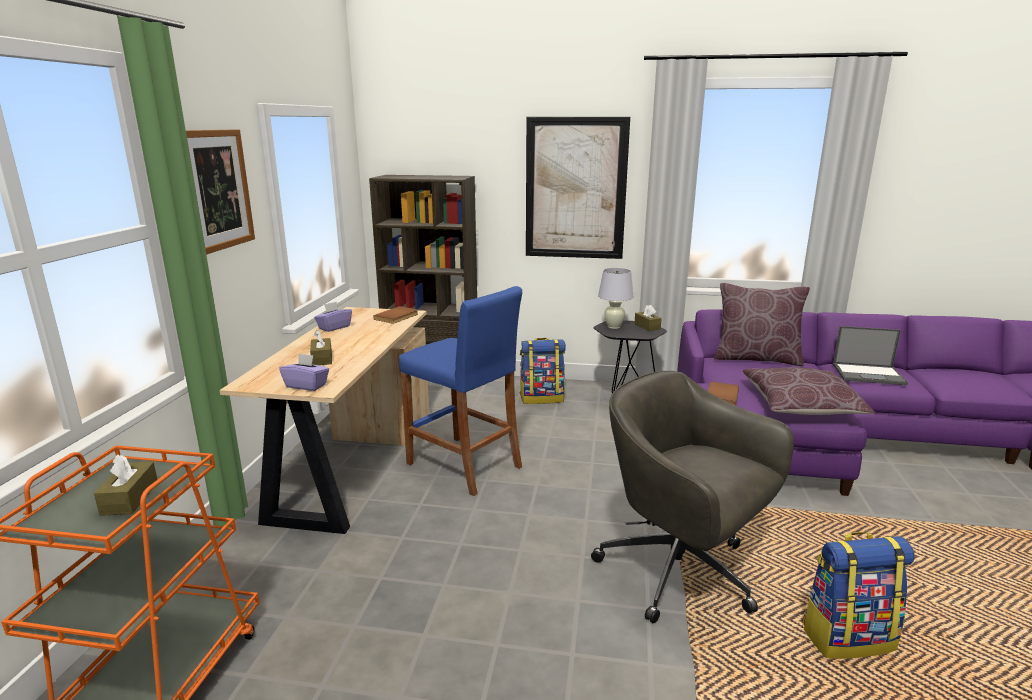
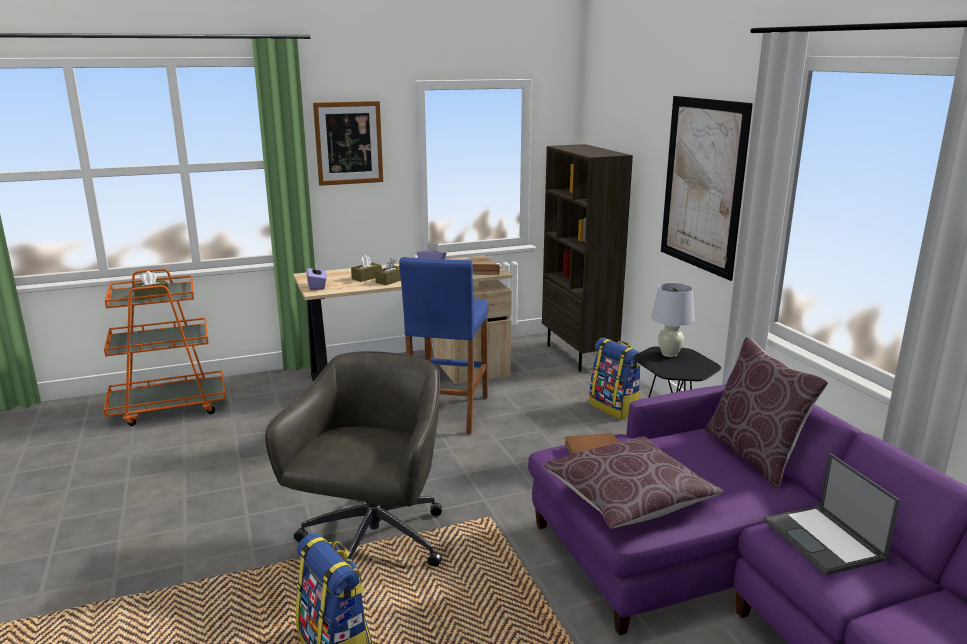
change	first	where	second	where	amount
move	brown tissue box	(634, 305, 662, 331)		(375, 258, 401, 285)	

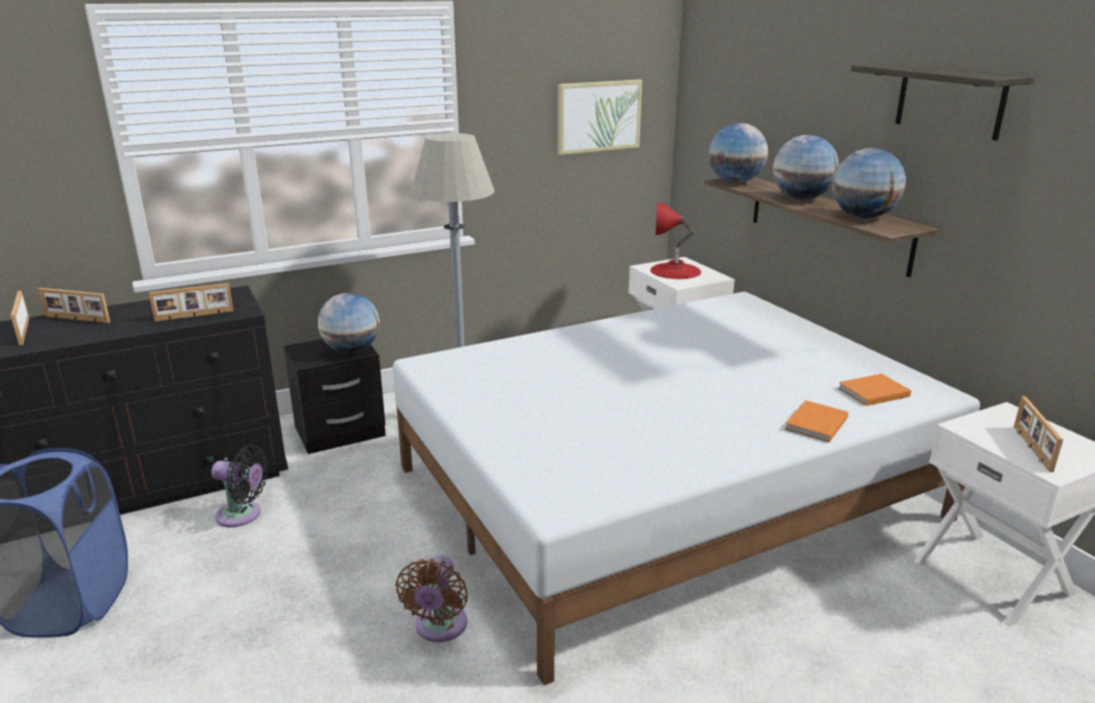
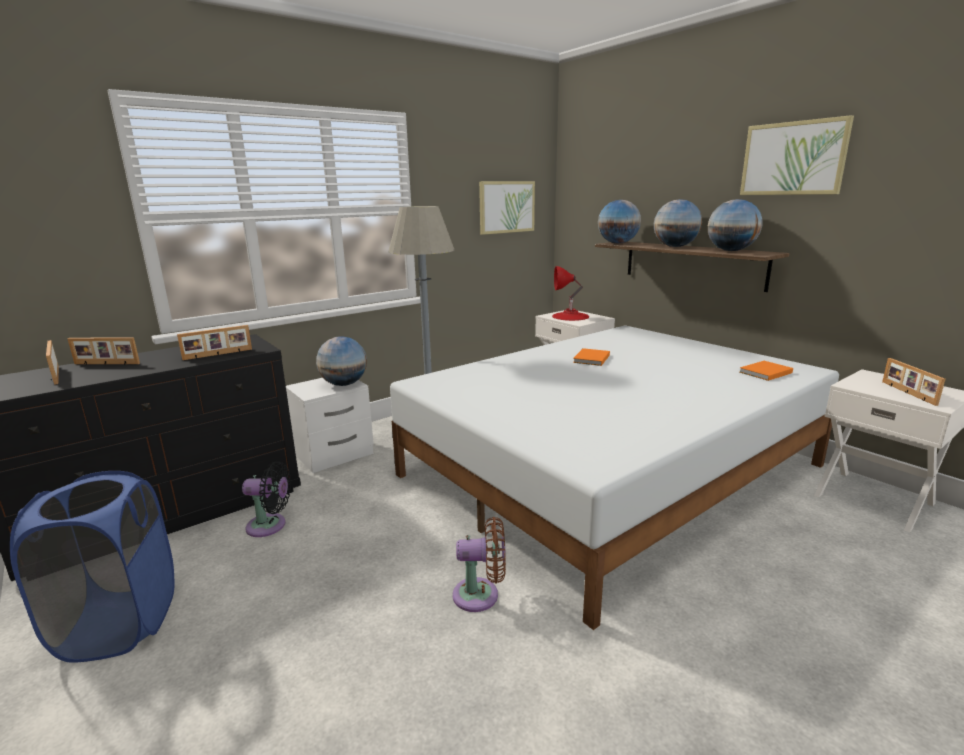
change	first	where	second	where	amount
recolor	black nightstand	(284, 339, 386, 454)	white nightstand	(286, 378, 374, 473)	
rotate	brown fan	(396, 555, 468, 642)		(453, 517, 506, 612)	90 degrees counterclockwise
move	orange book	(785, 400, 848, 442)		(573, 348, 610, 366)	
replace	shelf	(851, 63, 1034, 141)	picture	(740, 115, 854, 195)	

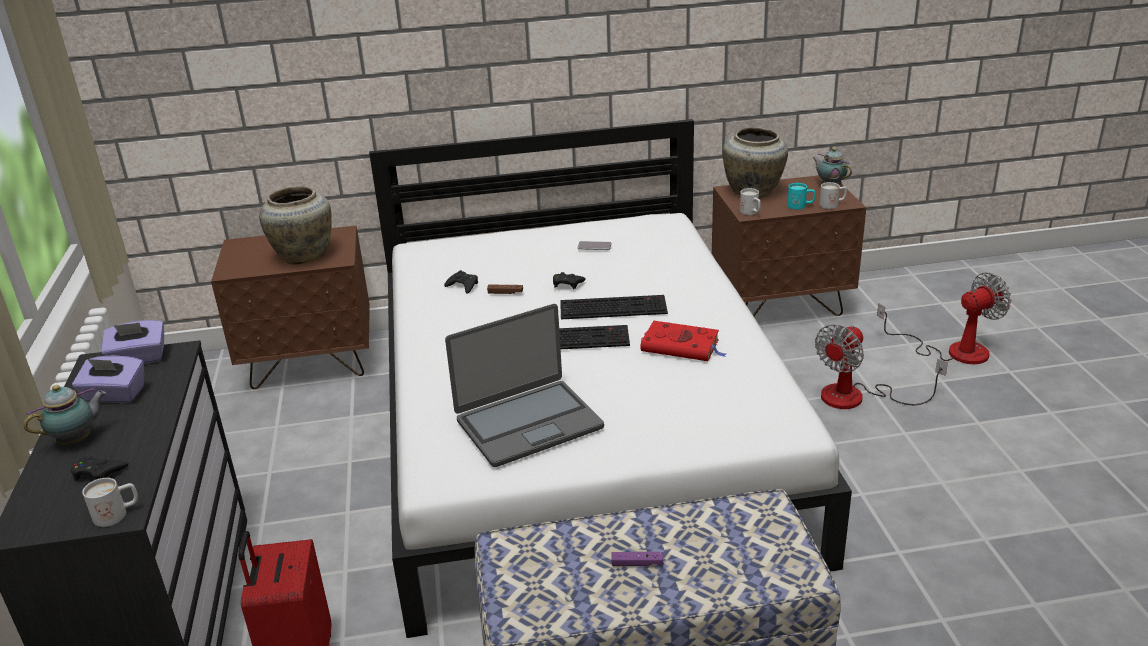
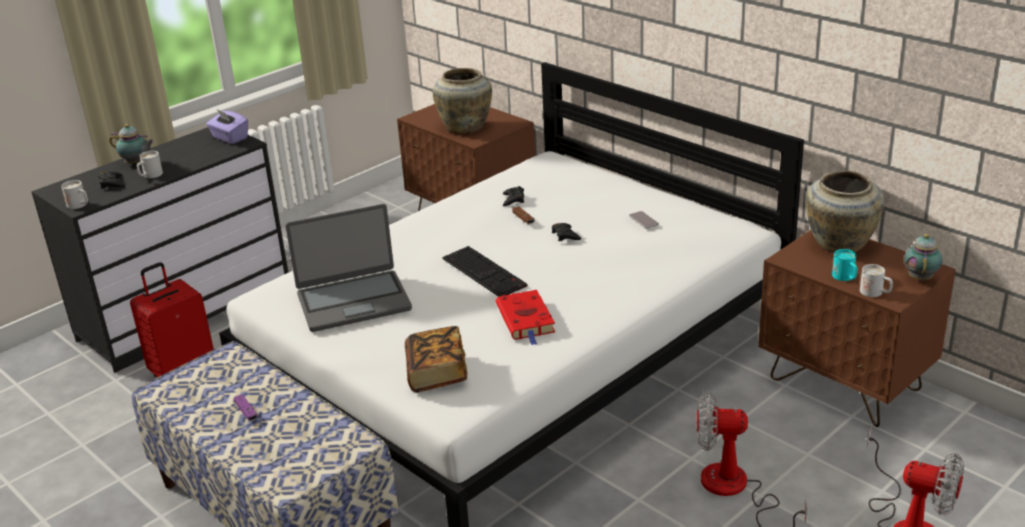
change	first	where	second	where	amount
delete	purple tissue box	(72, 355, 144, 403)			
rotate	laptop	(445, 304, 604, 467)		(286, 204, 412, 332)	45 degrees counterclockwise
delete	keyboard	(560, 295, 668, 319)			
move	white mug	(740, 188, 761, 215)		(137, 151, 163, 178)	
insert			book	(405, 326, 468, 393)	

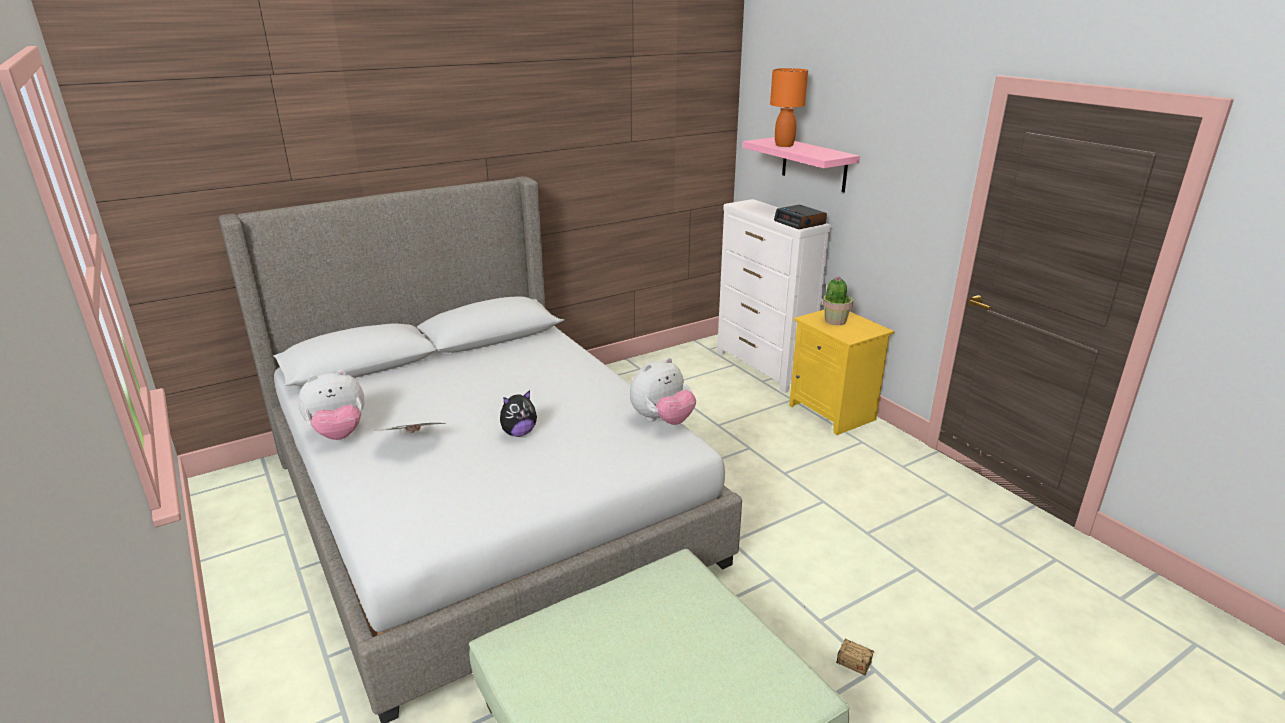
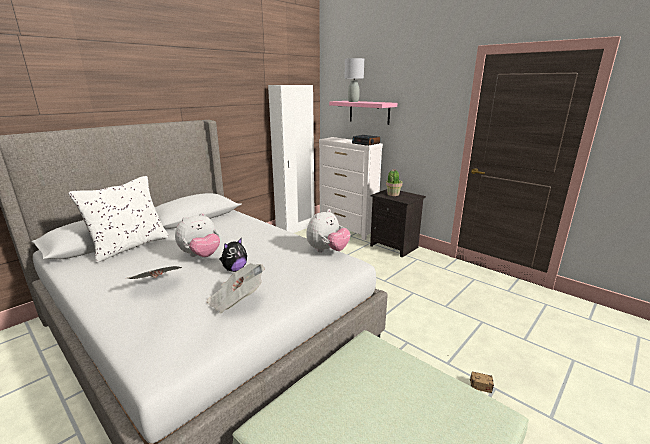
change	first	where	second	where	amount
move	plush toy	(298, 370, 364, 440)		(175, 213, 220, 257)	
recolor	orange table lamp	(770, 68, 808, 147)	grey table lamp	(345, 58, 364, 102)	
recolor	yellow nightstand	(789, 310, 894, 435)	black nightstand	(370, 189, 426, 258)	
insert			white pillow	(68, 176, 169, 263)	
insert			newspaper	(207, 263, 265, 313)	
insert			white wardrobe	(268, 85, 315, 233)	

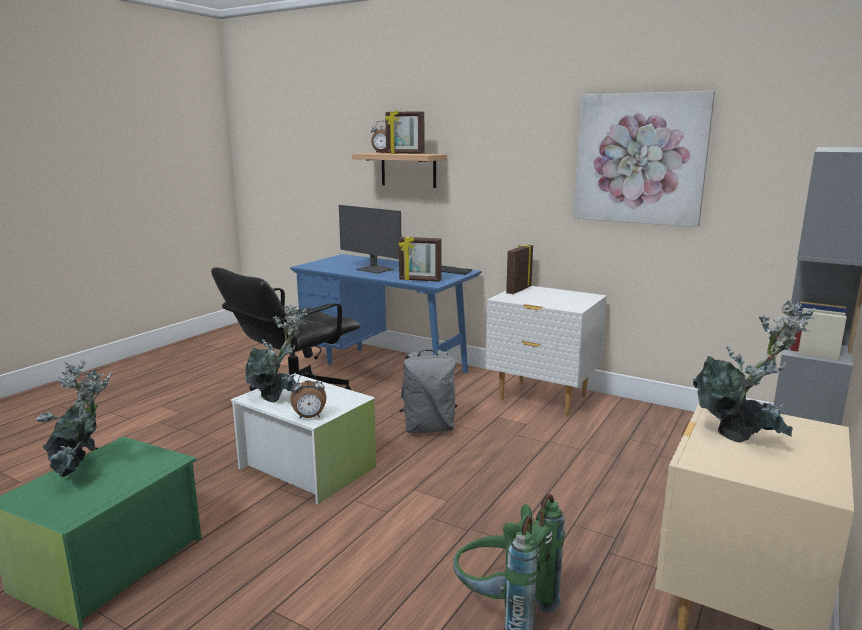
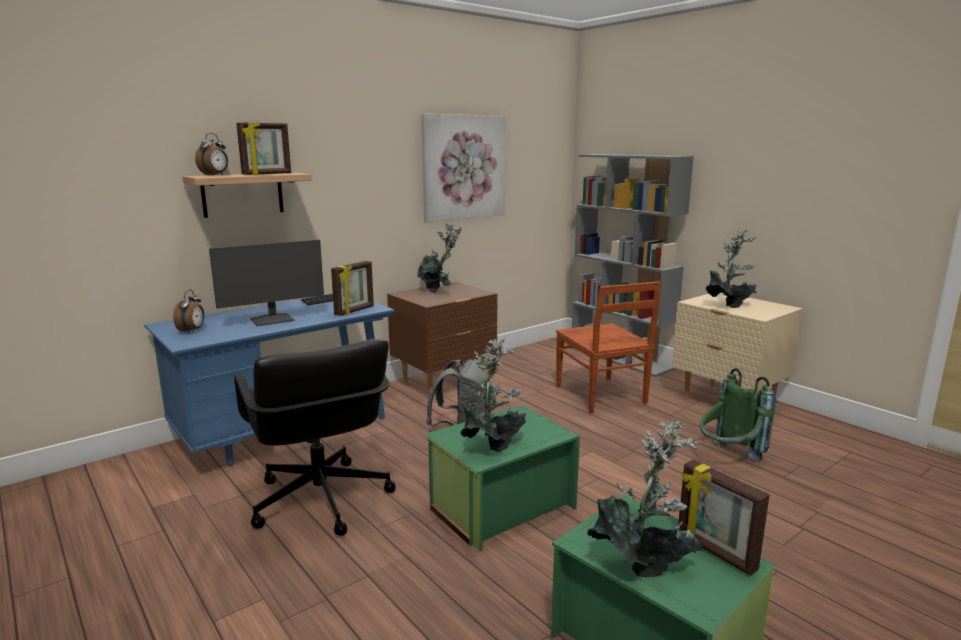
change	first	where	second	where	amount
recolor	white storage box	(231, 374, 376, 504)	green storage box	(425, 405, 580, 551)	
move	alarm clock	(290, 373, 326, 419)		(173, 290, 204, 334)	
recolor	white nightstand	(486, 286, 607, 415)	brown nightstand	(387, 282, 498, 395)	
move	picture frame	(506, 245, 533, 294)		(678, 460, 770, 576)	
insert			potted plant	(417, 224, 461, 293)	
insert			brown chair	(556, 281, 661, 413)	

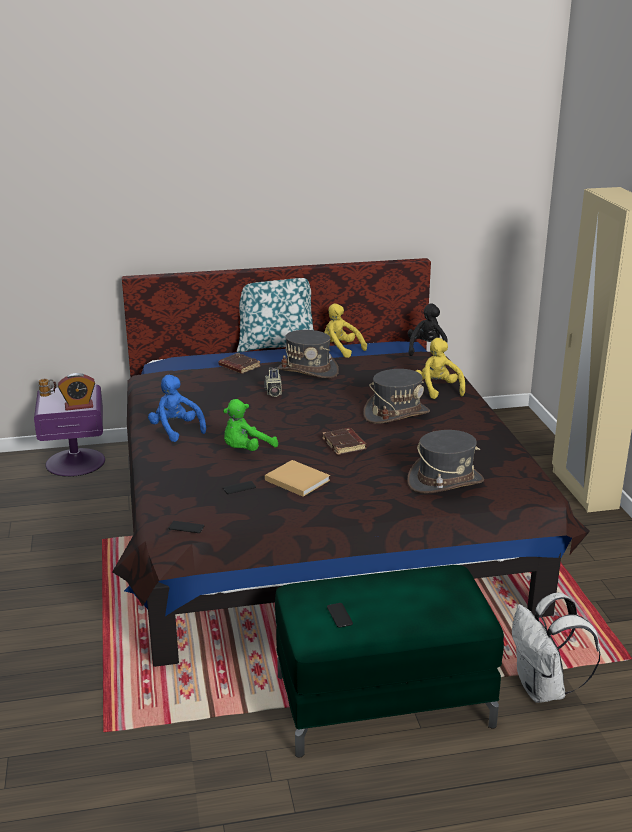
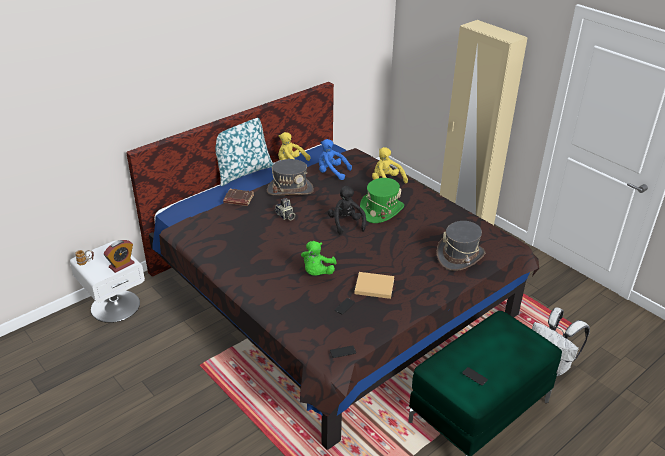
change	first	where	second	where	amount
recolor	purple nightstand	(34, 385, 105, 477)	white nightstand	(70, 240, 145, 323)	
move	blue plush toy	(148, 375, 206, 442)		(319, 139, 352, 180)	
delete	brown book	(322, 428, 367, 455)			
recolor	grey hat	(363, 369, 430, 424)	green hat	(360, 178, 404, 223)	
move	black plush toy	(408, 303, 447, 356)		(328, 186, 366, 235)	

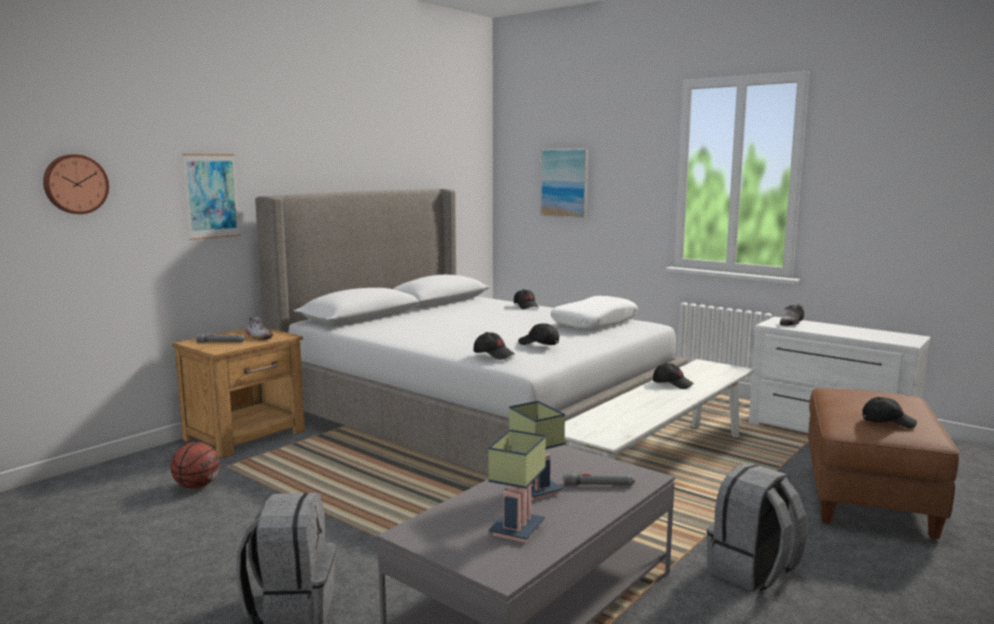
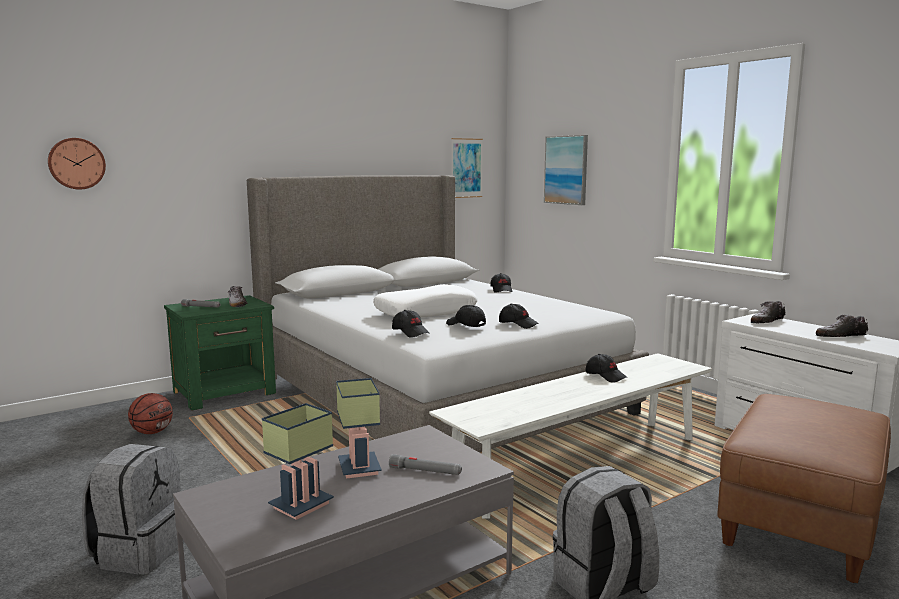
change	first	where	second	where	amount
recolor	brown nightstand	(172, 328, 305, 458)	green nightstand	(164, 295, 276, 411)	
move	picture	(183, 154, 240, 240)		(451, 138, 483, 198)	
move	white pillow	(551, 296, 638, 329)		(373, 284, 477, 317)	
move	black cap	(862, 397, 917, 428)		(499, 303, 539, 329)	
insert			shoe	(816, 315, 868, 337)	

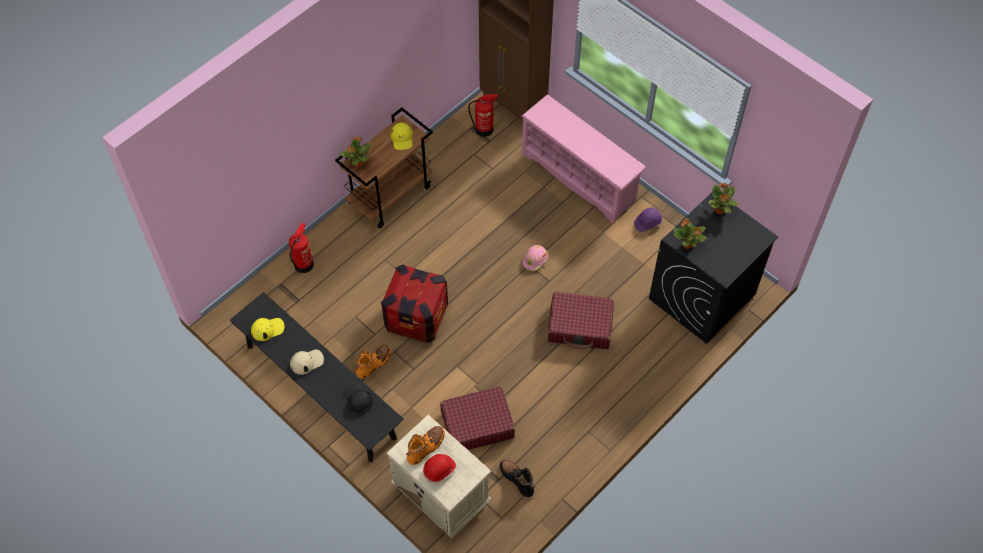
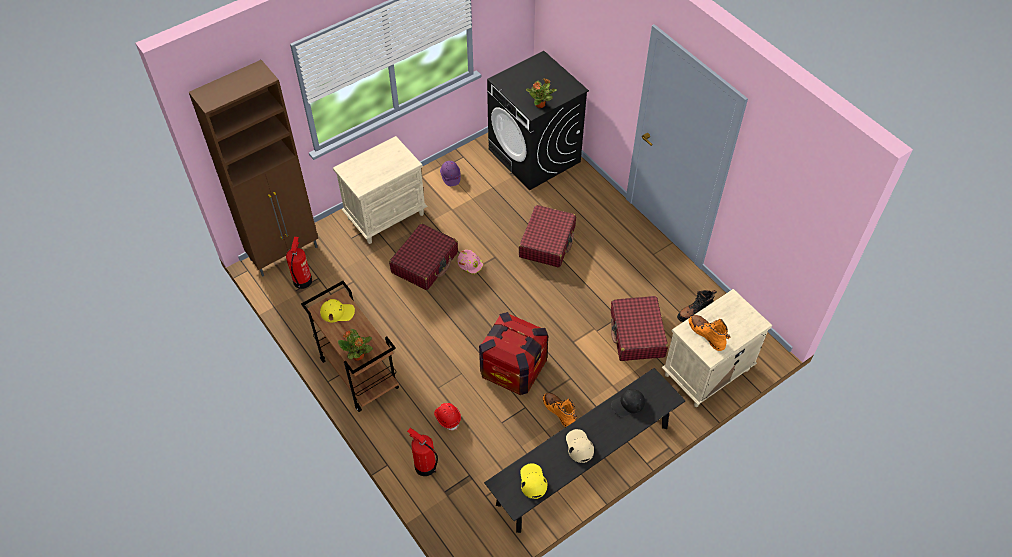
change	first	where	second	where	amount
move	red hard hat	(423, 454, 456, 483)		(434, 403, 461, 430)	
replace	pink shoe rack	(521, 94, 647, 224)	beige nightstand	(333, 136, 428, 244)	
delete	potted plant	(708, 183, 739, 215)			
insert			red suitcase	(389, 223, 458, 290)	

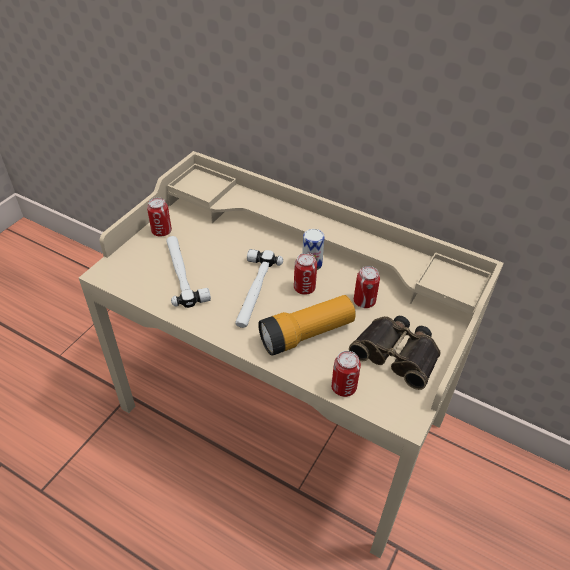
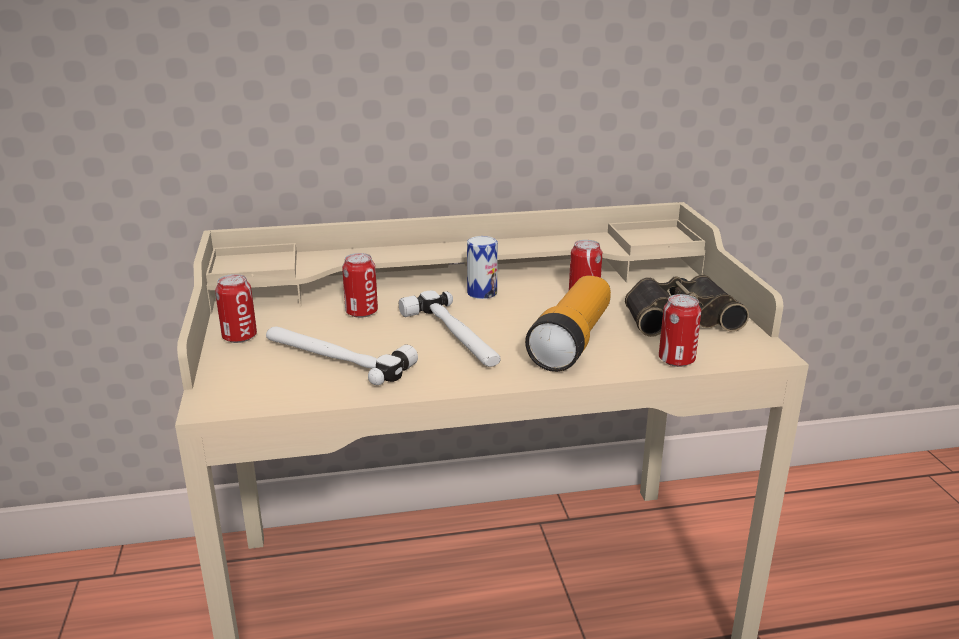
change	first	where	second	where	amount
move	can	(294, 253, 317, 295)		(342, 253, 378, 318)	

